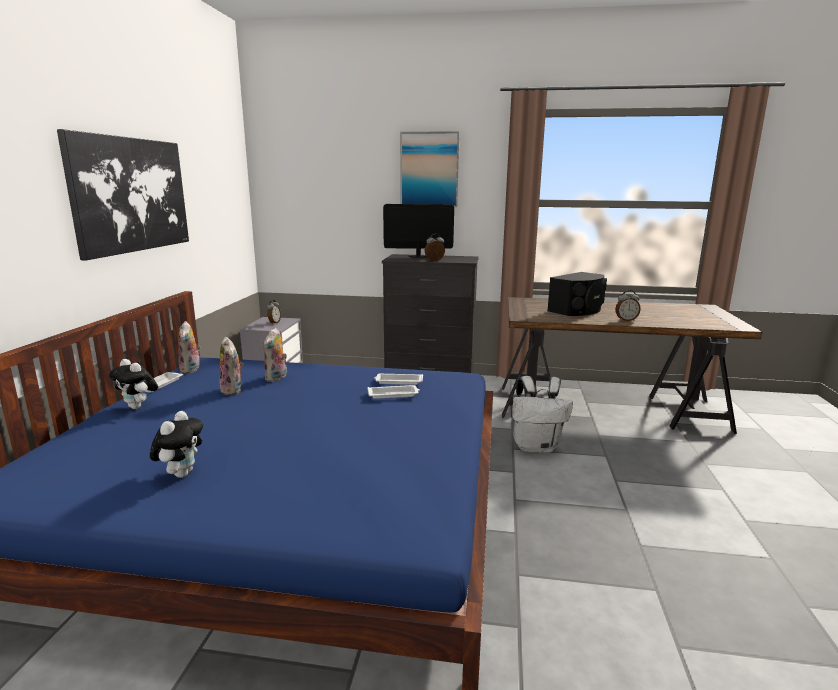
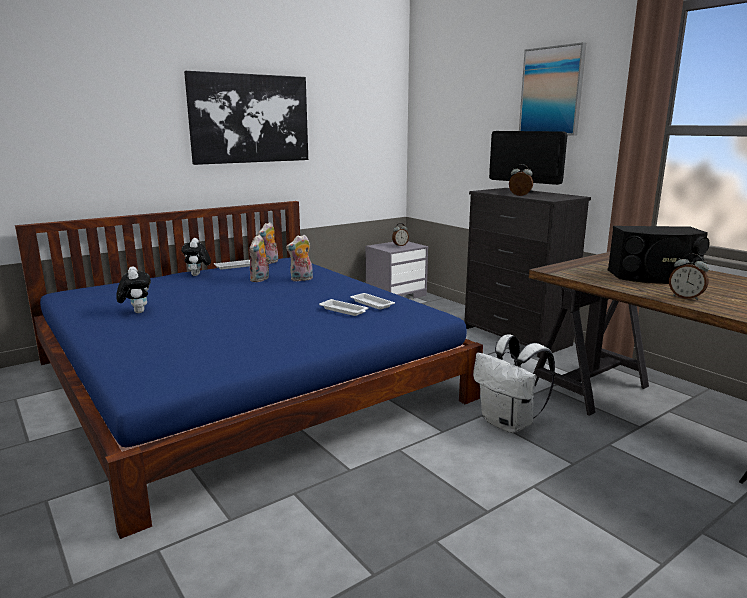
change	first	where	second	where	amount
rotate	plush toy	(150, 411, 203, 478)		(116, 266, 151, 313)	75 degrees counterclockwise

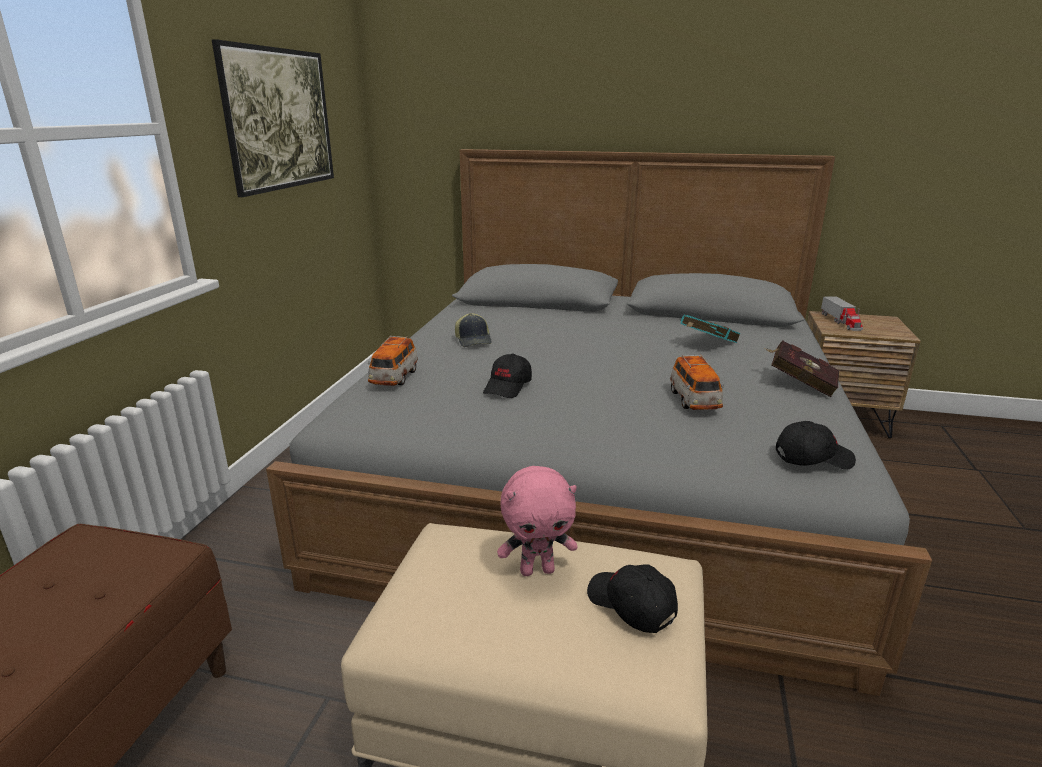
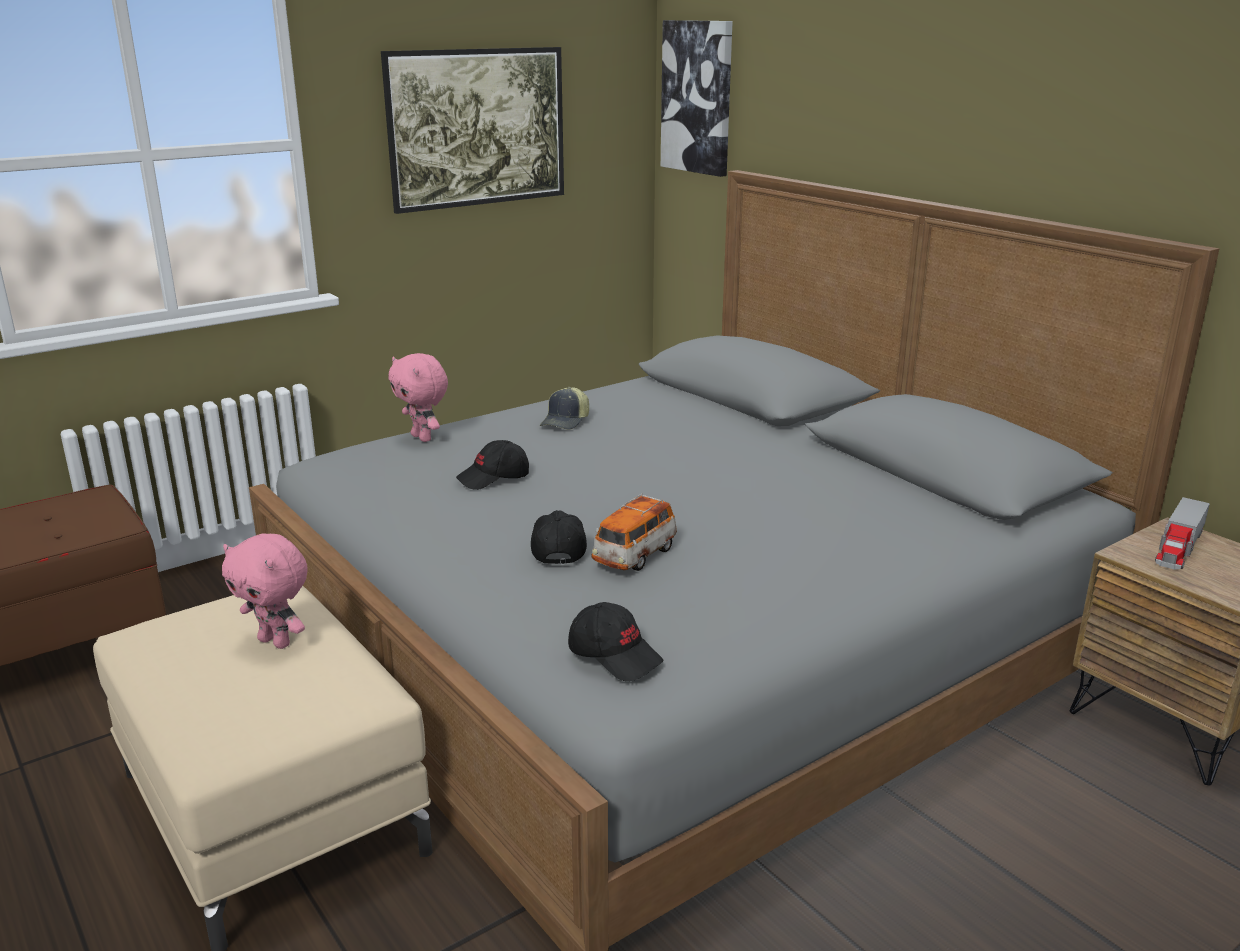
change	first	where	second	where	amount
replace	toy car	(368, 336, 418, 386)	pink plush toy	(388, 353, 448, 442)	
move	black cap	(587, 565, 678, 633)		(531, 510, 587, 565)	
delete	turquoise book	(681, 315, 740, 343)			
delete	red book	(765, 340, 839, 397)			
insert			picture	(661, 20, 733, 177)	

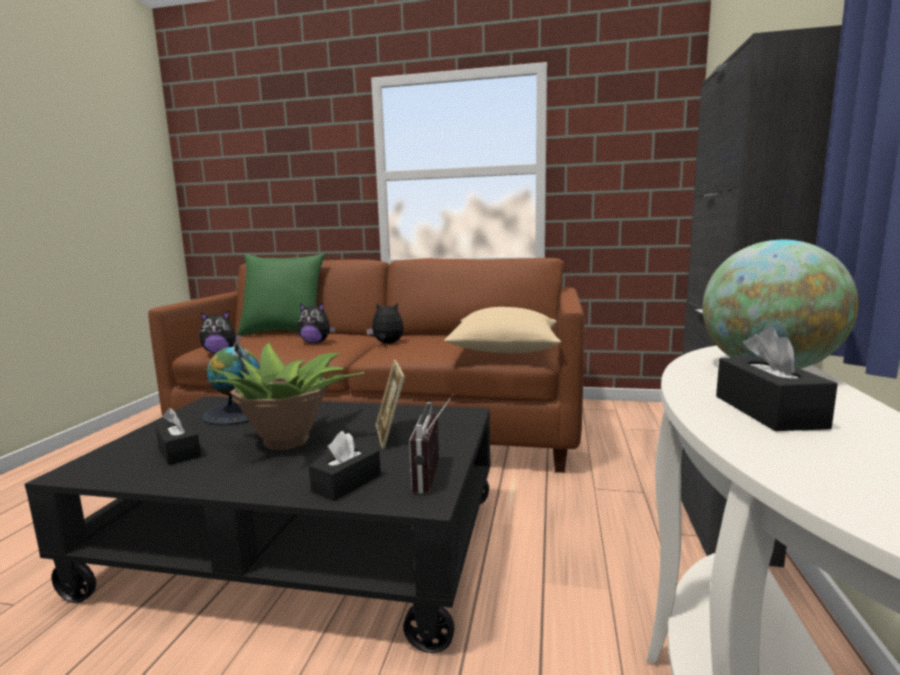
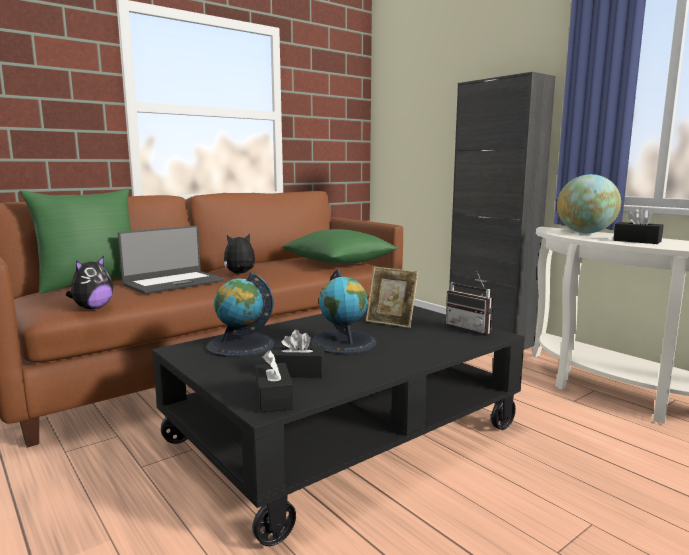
change	first	where	second	where	amount
replace	potted plant	(204, 343, 364, 450)	globe	(310, 269, 377, 355)	
replace	plush toy	(297, 303, 335, 343)	laptop	(118, 226, 224, 294)	
move	black tissue box	(309, 431, 381, 501)		(255, 350, 294, 413)	
recolor	beige pillow	(444, 307, 561, 353)	green pillow	(282, 229, 398, 264)	

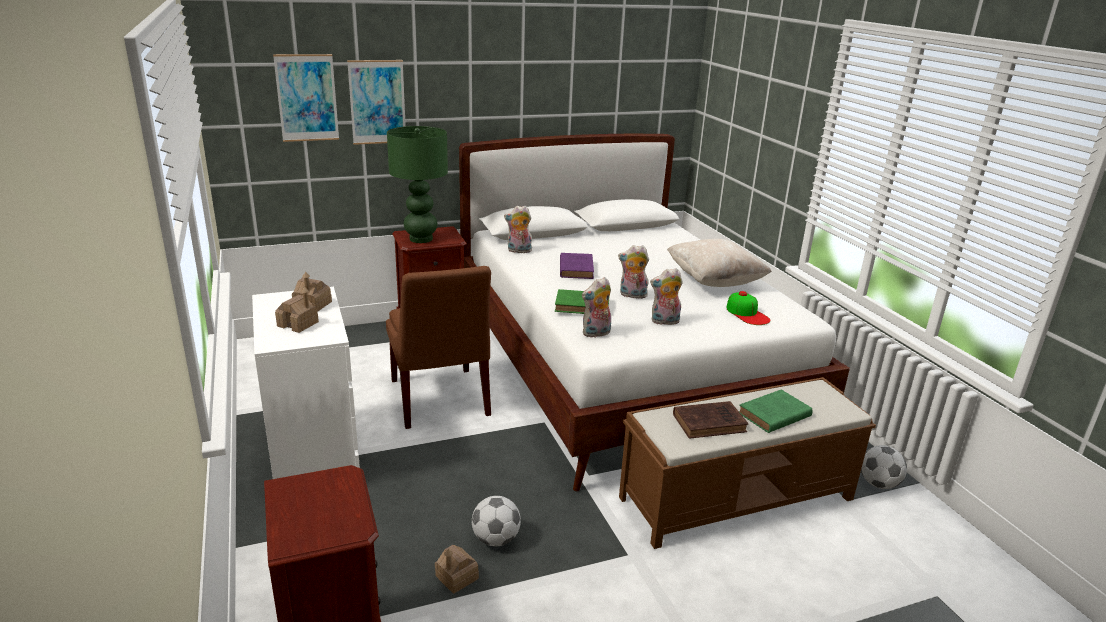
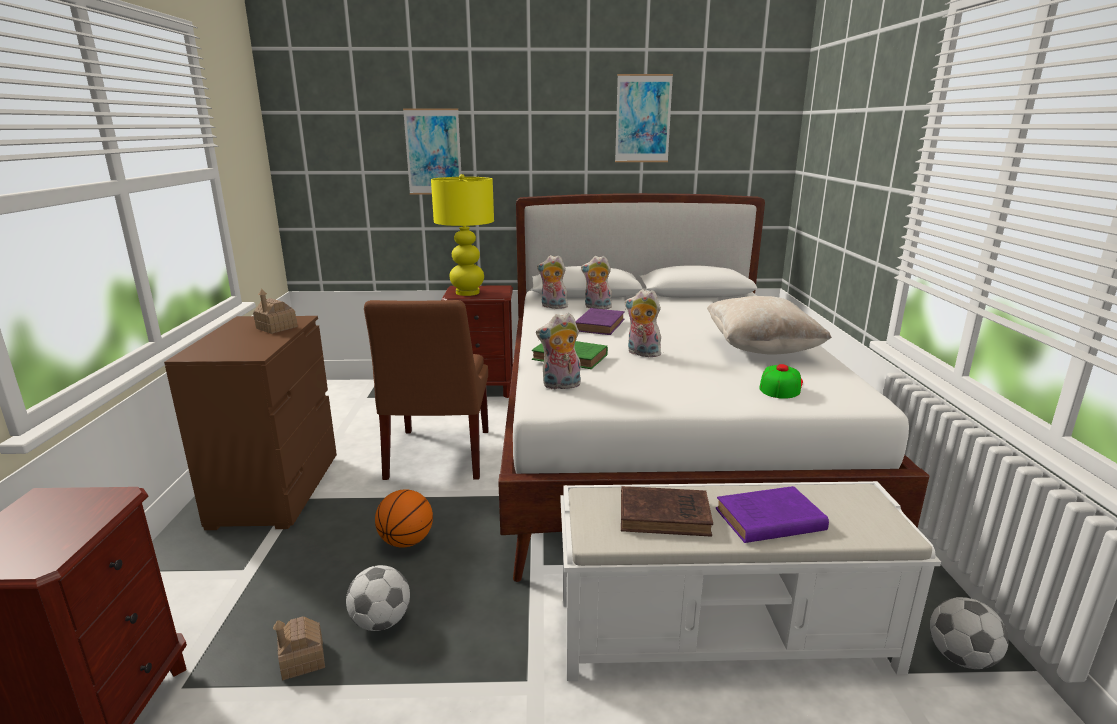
change	first	where	second	where	amount
recolor	white dresser	(252, 287, 360, 479)	brown dresser	(164, 316, 337, 530)	
move	picture	(273, 54, 339, 142)		(615, 74, 673, 162)	
delete	toy house	(275, 287, 319, 333)			
recolor	green table lamp	(387, 126, 448, 243)	yellow table lamp	(431, 174, 494, 296)	
recolor	brown bench	(619, 377, 876, 549)	white bench	(560, 481, 941, 681)	
move	plush toy	(650, 268, 683, 325)		(581, 256, 612, 309)	
rotate	cap	(726, 291, 770, 325)		(759, 364, 803, 399)	150 degrees counterclockwise
recolor	green book	(739, 390, 813, 433)	purple book	(716, 486, 829, 543)	
insert			basketball	(375, 489, 433, 548)	

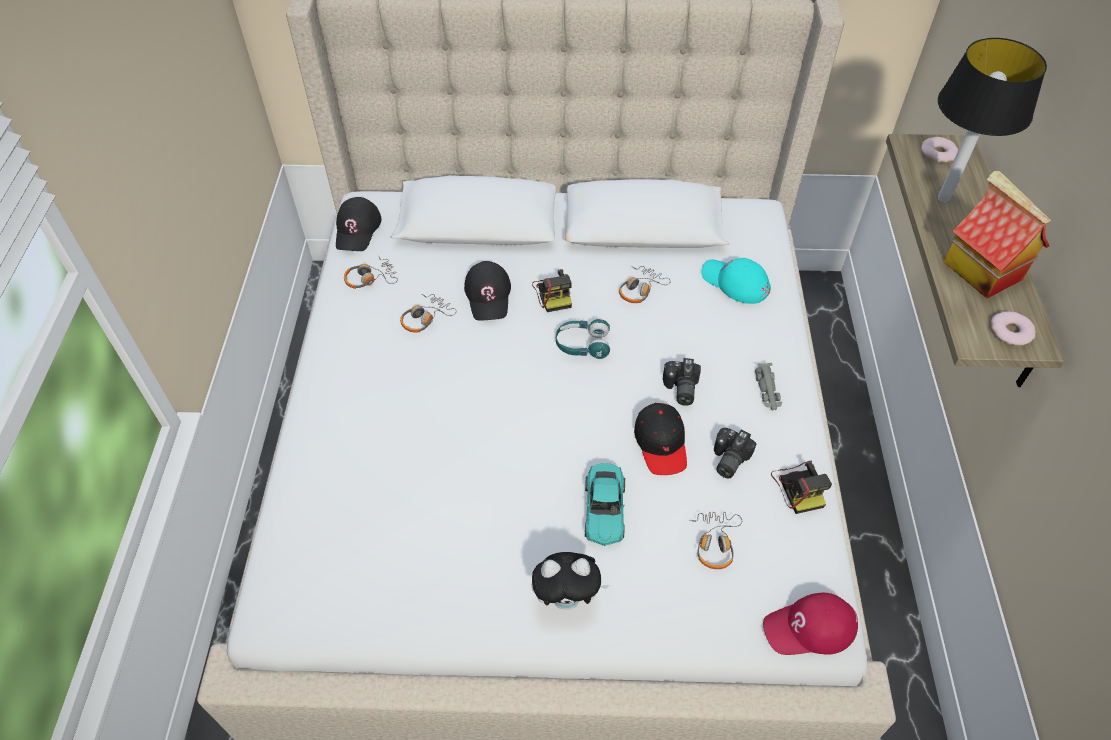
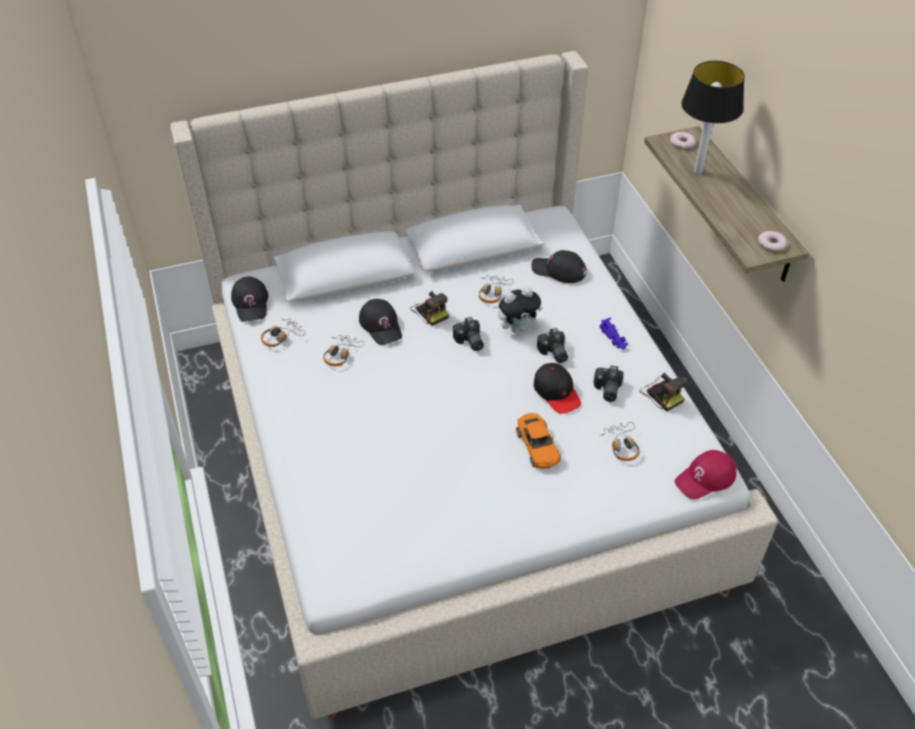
change	first	where	second	where	amount
move	plush toy	(532, 552, 609, 610)		(498, 287, 542, 333)	
replace	turquoise headphones	(556, 319, 610, 359)	photo camera	(453, 317, 484, 351)	
recolor	turquoise toy car	(585, 463, 625, 546)	orange toy car	(516, 413, 561, 469)	
recolor	turquoise cap	(701, 258, 771, 304)	black cap	(531, 250, 587, 283)	
recolor	grey toy car	(755, 363, 782, 410)	purple toy car	(600, 318, 628, 350)	
delete	toy house	(944, 171, 1051, 298)			

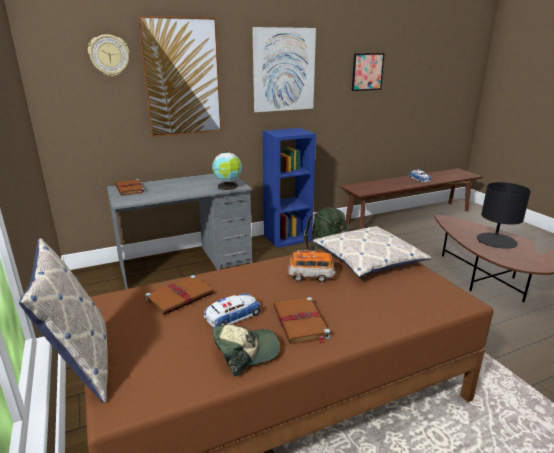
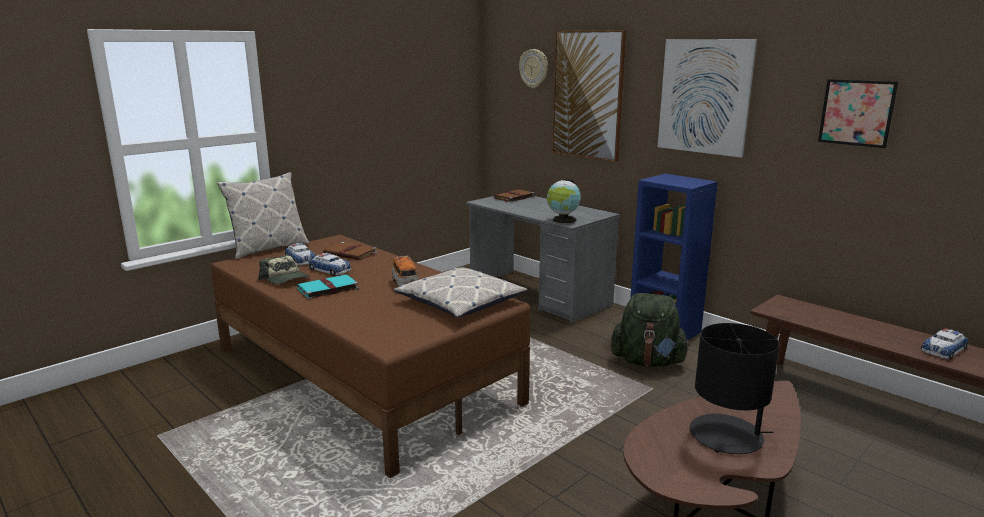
change	first	where	second	where	amount
recolor	brown book	(274, 297, 330, 344)	turquoise book	(297, 274, 359, 299)	
insert			toy car	(285, 243, 315, 266)	

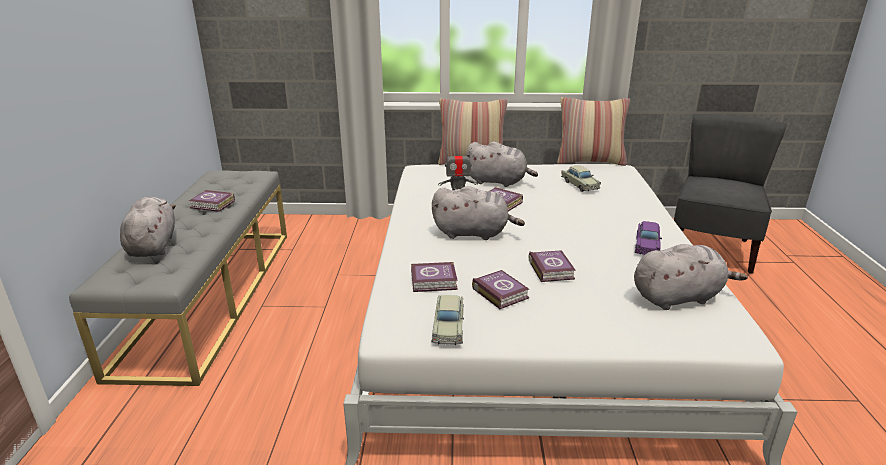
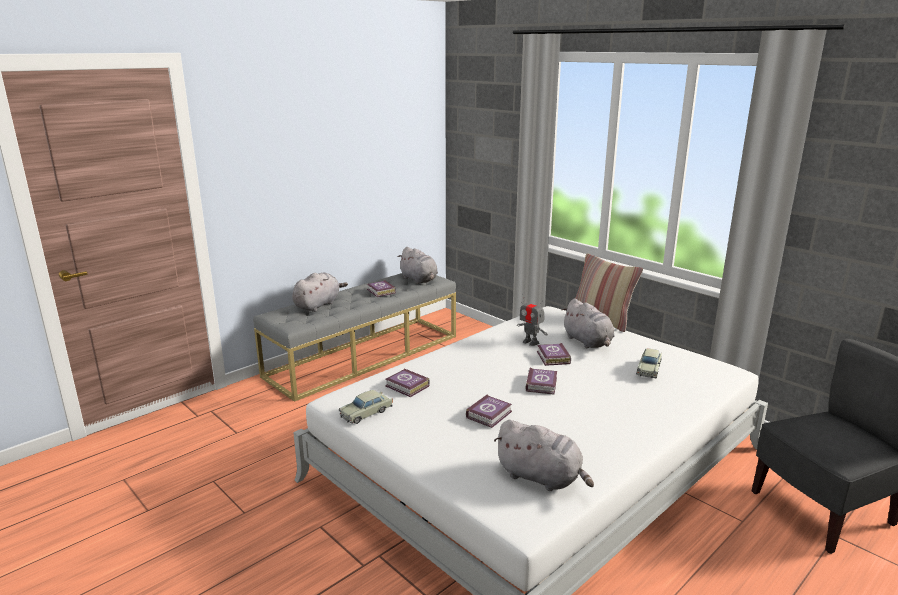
change	first	where	second	where	amount
move	grey plush toy	(432, 186, 525, 240)		(398, 247, 438, 284)	
move	book	(472, 270, 529, 309)		(526, 368, 557, 395)	
delete	pillow	(557, 97, 630, 166)			
delete	purple toy car	(635, 221, 662, 255)			

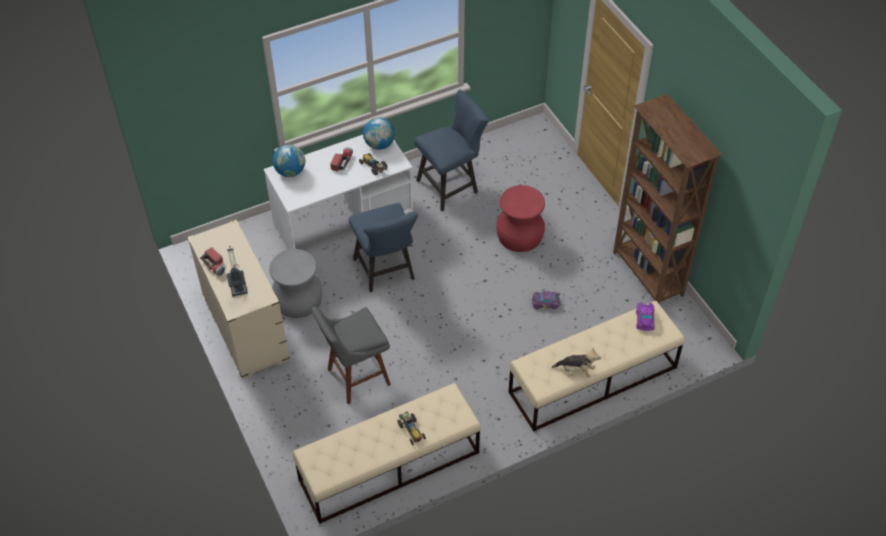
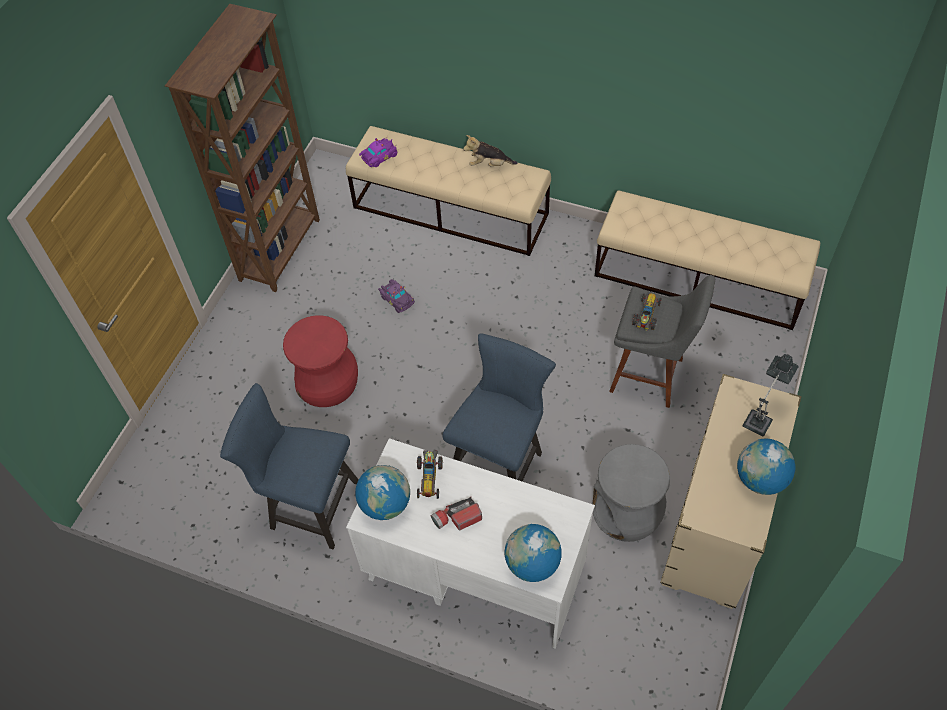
change	first	where	second	where	amount
replace	flashlight	(200, 247, 225, 276)	globe	(737, 438, 795, 495)	
move	toy car	(398, 411, 426, 445)		(632, 293, 662, 331)	
rotate	plush toy	(552, 348, 601, 378)		(463, 135, 518, 166)	60 degrees counterclockwise

